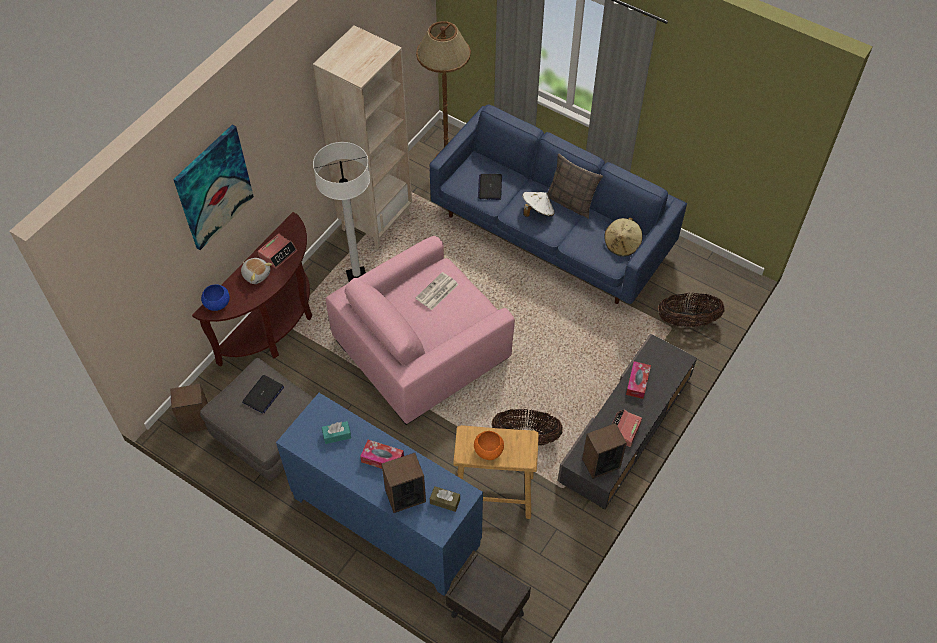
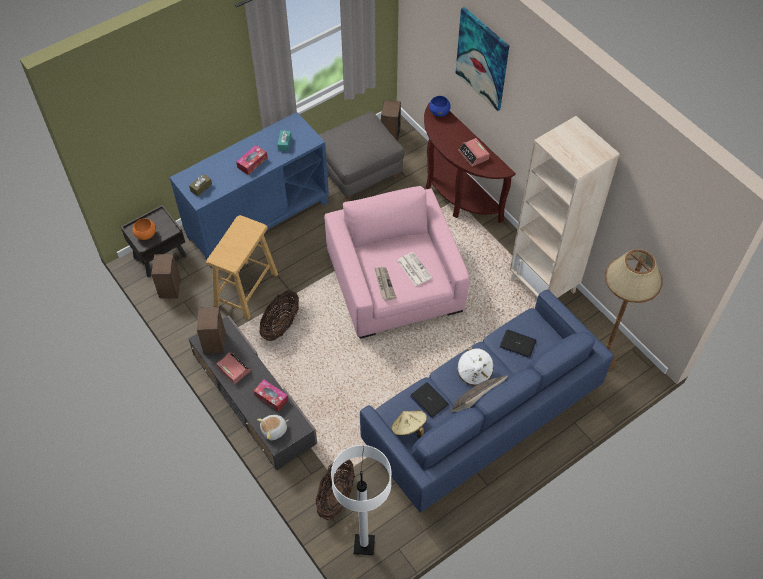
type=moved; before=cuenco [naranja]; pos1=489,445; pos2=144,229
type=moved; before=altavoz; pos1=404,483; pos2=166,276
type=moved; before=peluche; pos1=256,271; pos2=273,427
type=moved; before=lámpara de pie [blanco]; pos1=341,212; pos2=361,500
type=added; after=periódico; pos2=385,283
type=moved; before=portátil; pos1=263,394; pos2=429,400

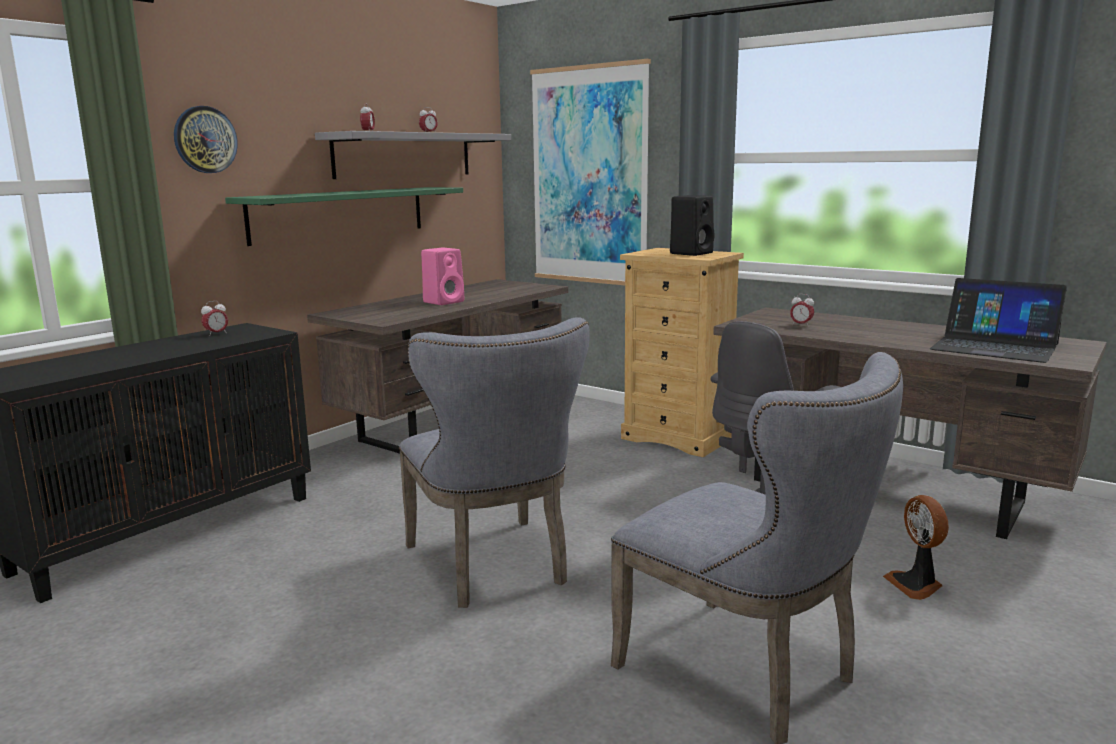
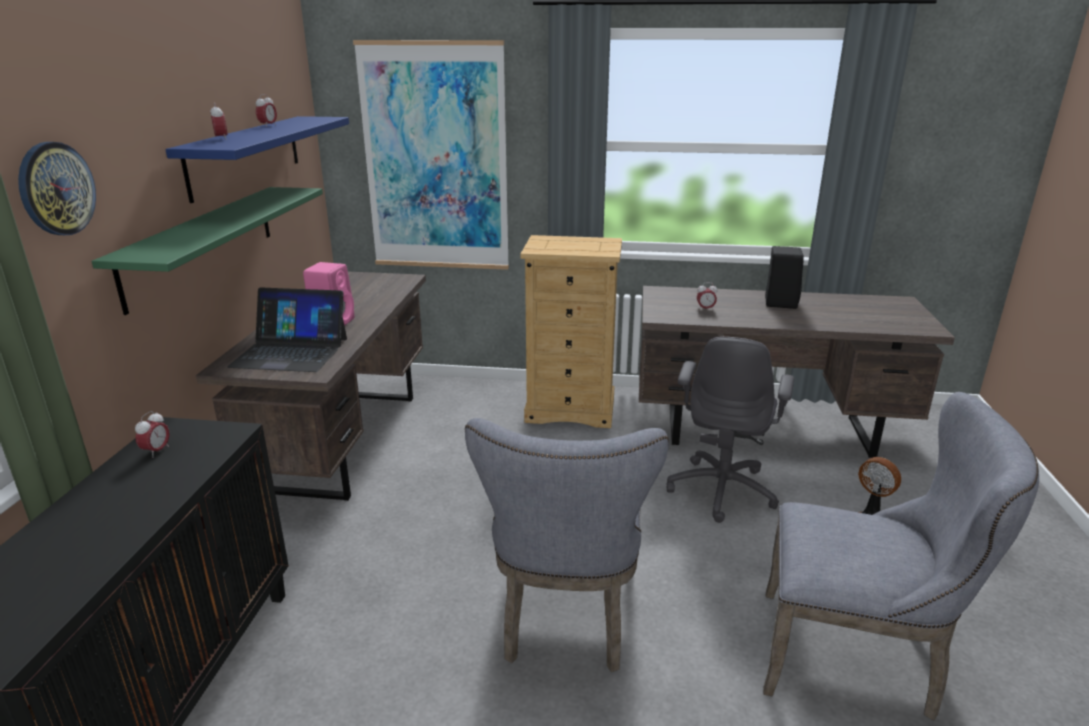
type=recoloured; before=estante [gris]; after=estante [azul]; pos1=413,155; pos2=257,159
type=moved; before=portátil; pos1=998,320; pos2=287,329
type=turned; before=silla [gris]; pos1=494,462; pos2=567,545; turn=60
type=moved; before=altavoz [negro]; pos1=692,225; pos2=784,277

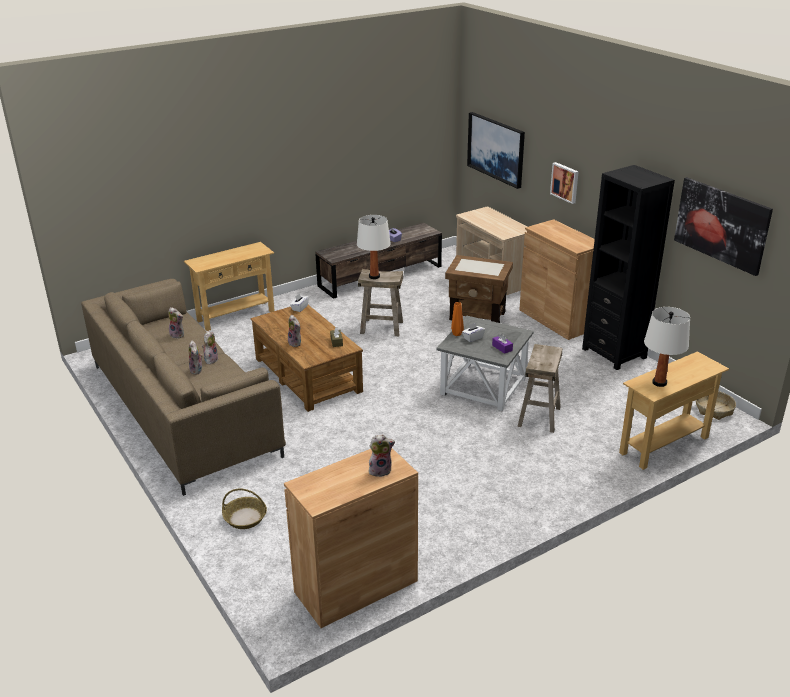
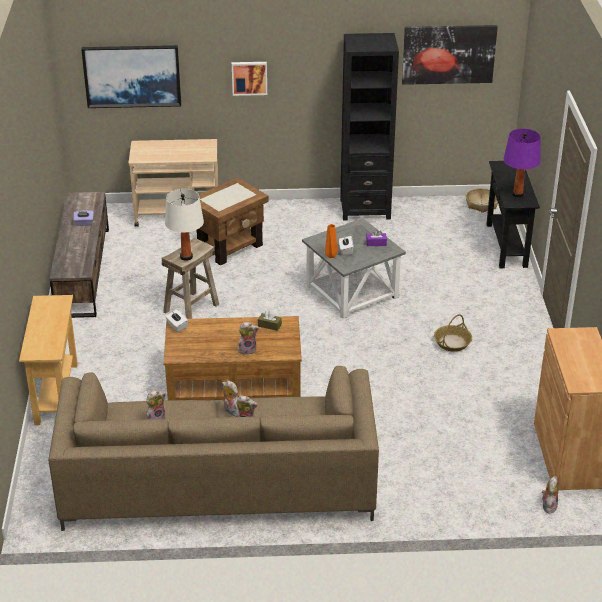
type=moved; before=cesta; pos1=244,508; pos2=453,333
type=recoloured; before=mesa consola [beis]; after=mesa consola [negro]; pos1=674,410; pos2=513,214
type=recoloured; before=lámpara de mesa [blanco]; after=lámpara de mesa [morado]; pos1=667,347; pos2=522,163
type=moved; before=peluche; pos1=382,456; pos2=550,495
type=removed; before=taburete [beis]; pos1=539,388
type=removed; before=armario [marrón]; pos1=557,279

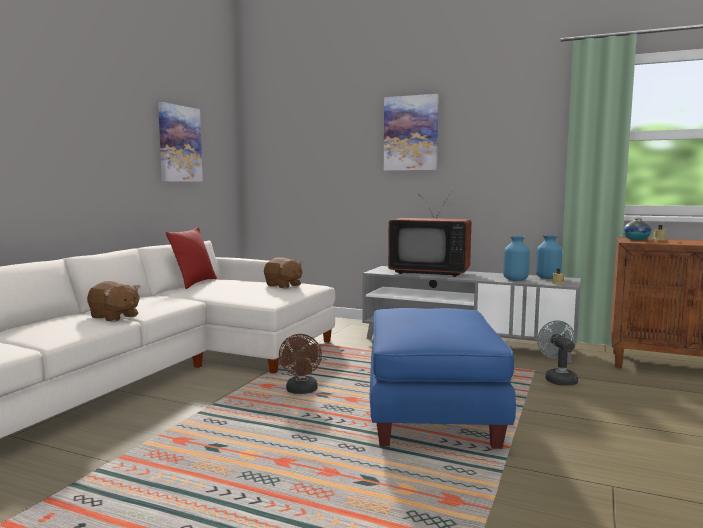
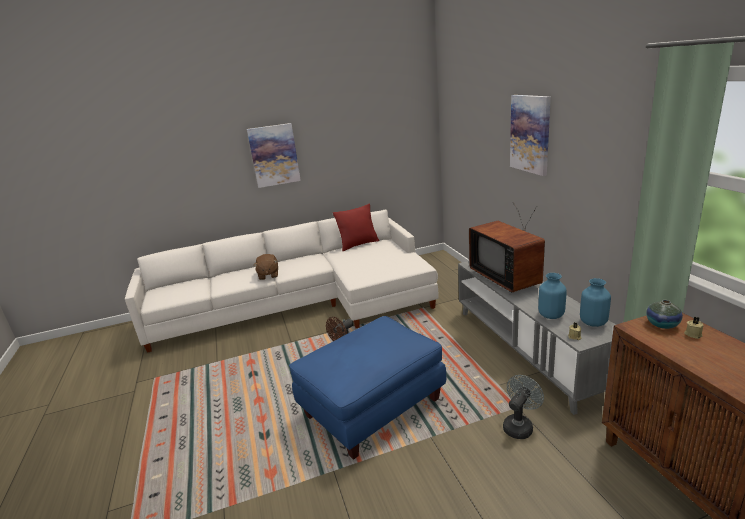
type=moved; before=cuadro; pos1=180,142; pos2=274,155
type=removed; before=peluche [marrón]; pos1=283,273

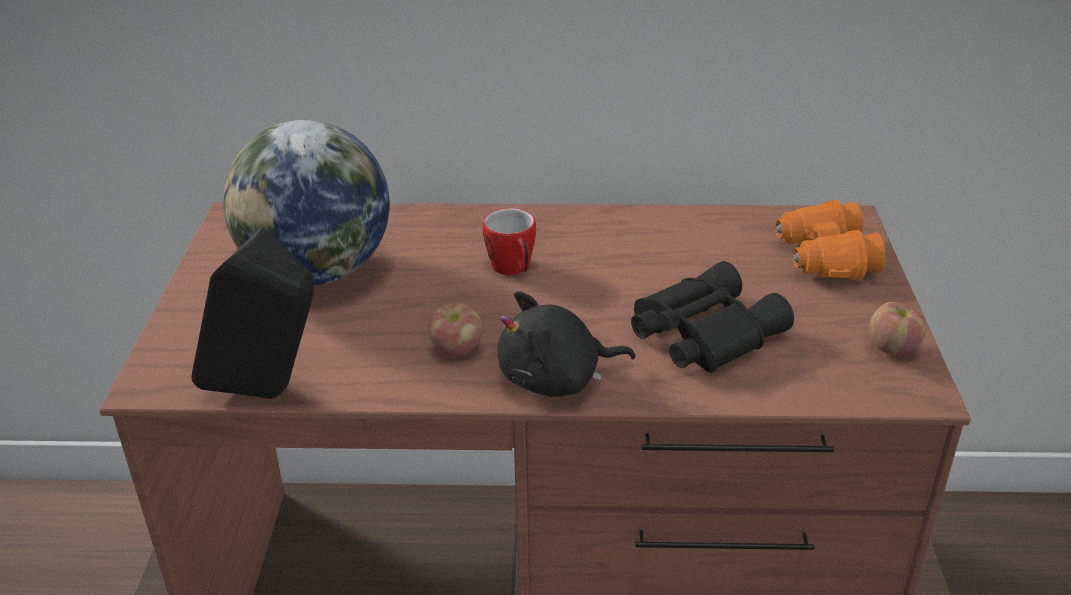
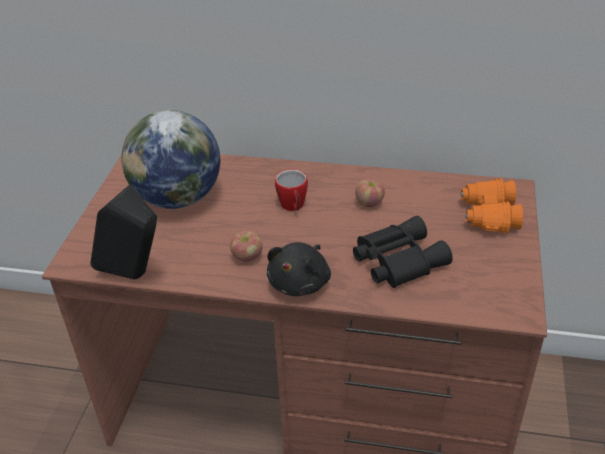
type=turned; before=peluche [negro]; pos1=566,344; pos2=299,269; turn=-60
type=moved; before=manzana; pos1=898,328; pos2=370,192

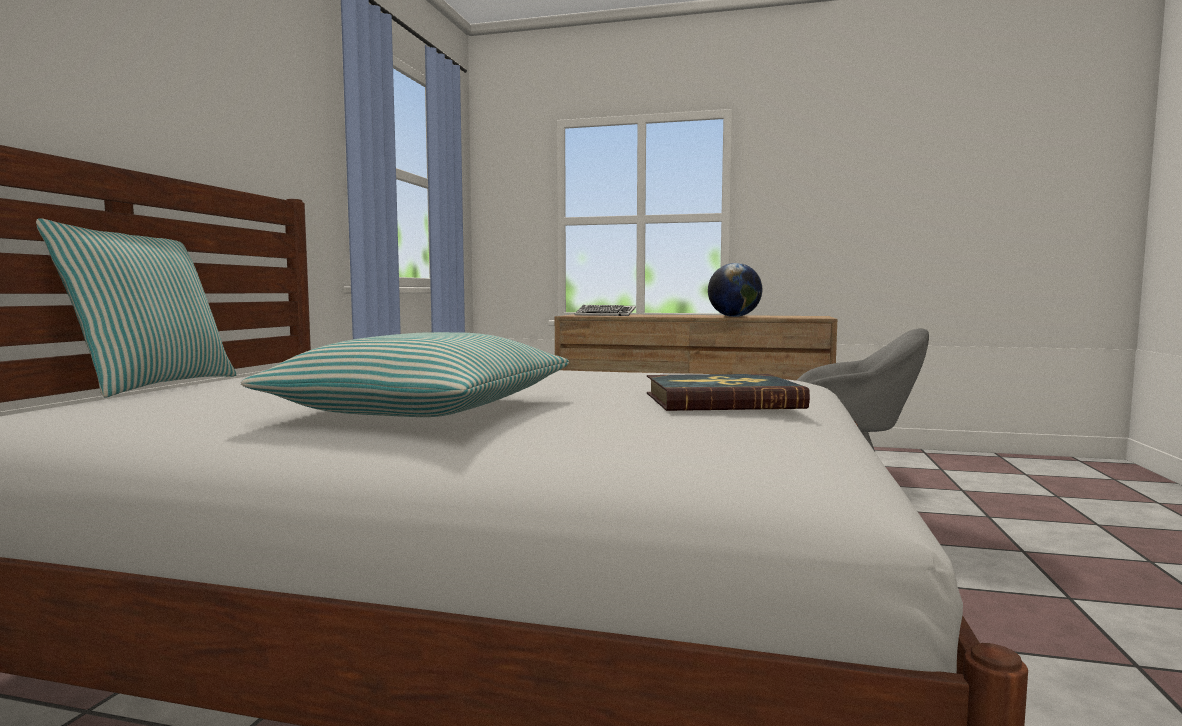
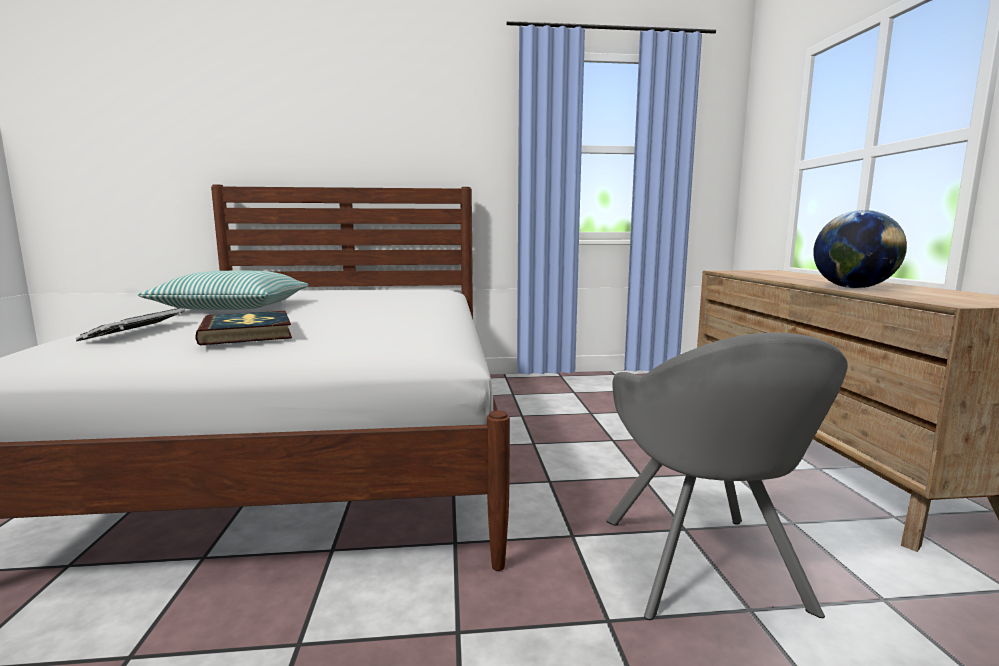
type=moved; before=teclado; pos1=605,310; pos2=130,325
type=removed; before=cojín; pos1=136,307

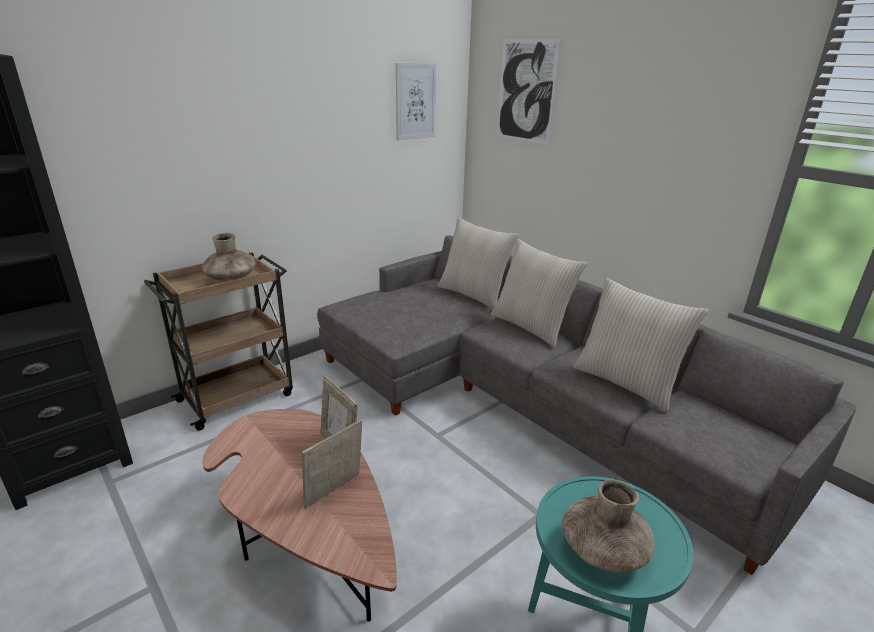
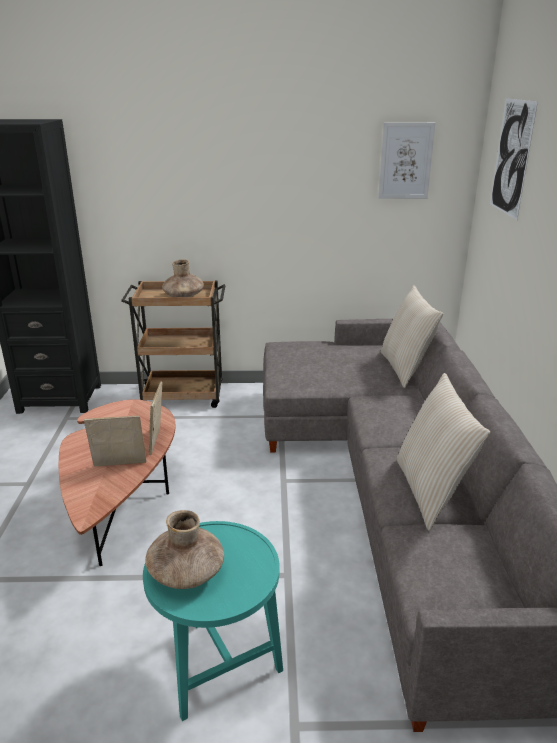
type=removed; before=cojín [beis]; pos1=539,293

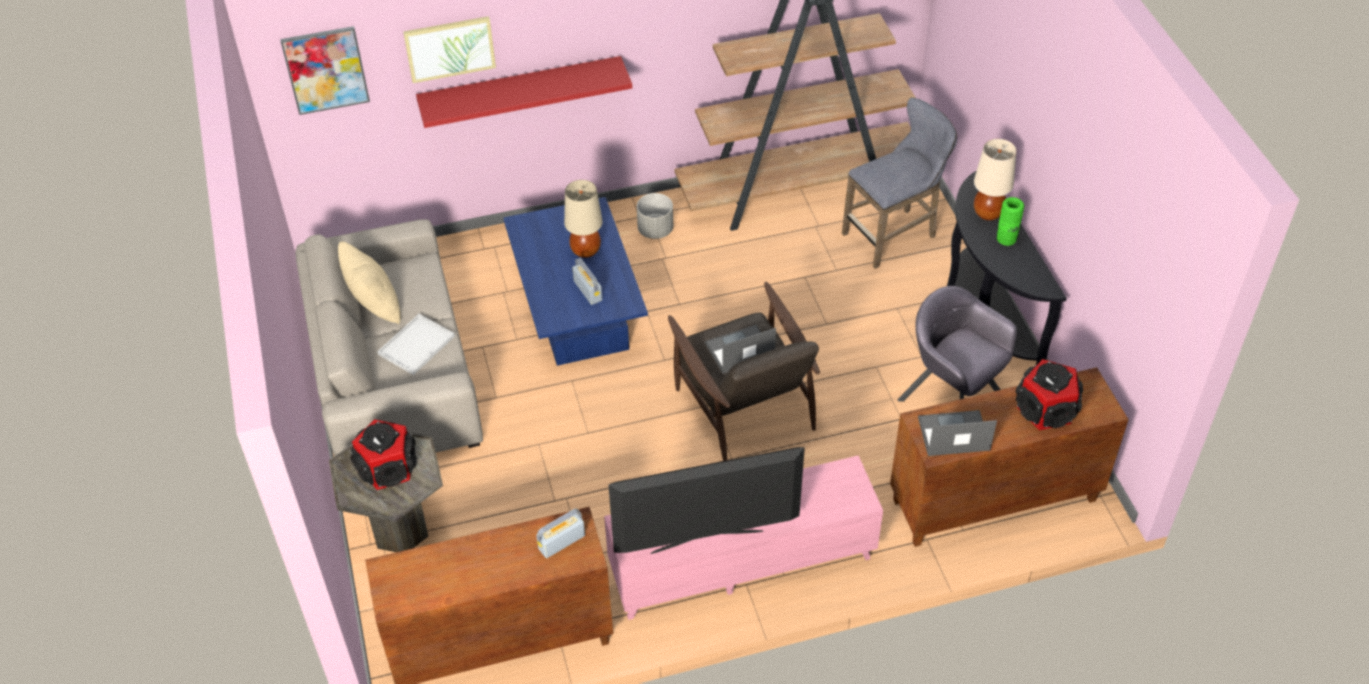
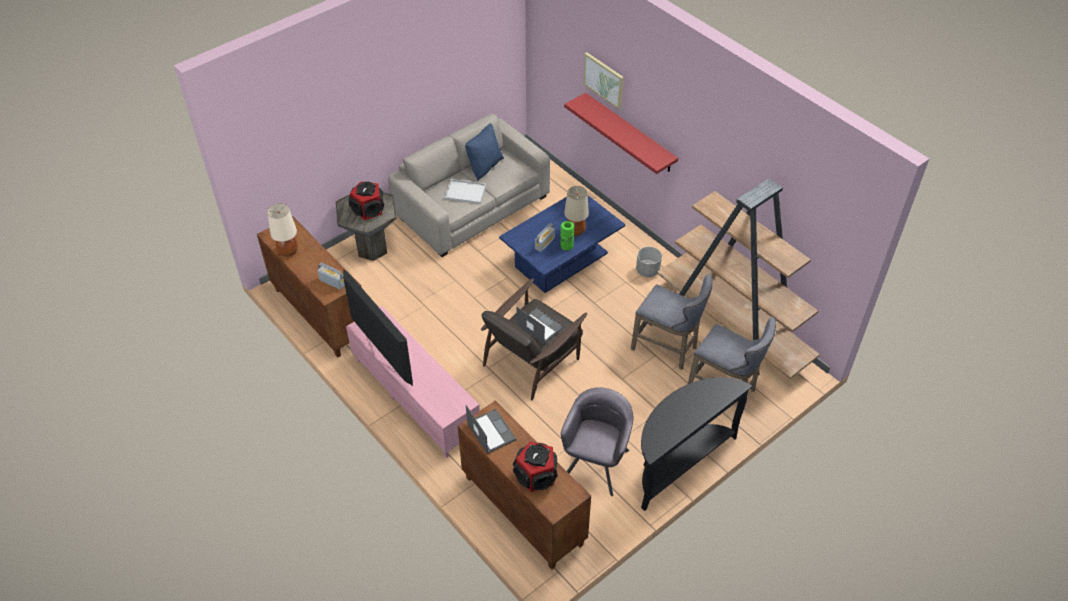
type=moved; before=lámpara de mesa [beis]; pos1=995,180; pos2=282,230
type=recoloured; before=cojín [beis]; after=cojín [azul]; pos1=369,283; pos2=484,151
type=moved; before=florero [verde]; pos1=1010,221; pos2=567,236
type=added; after=taburete [gris]; pos2=671,322
type=removed; before=cuadro; pos1=325,70

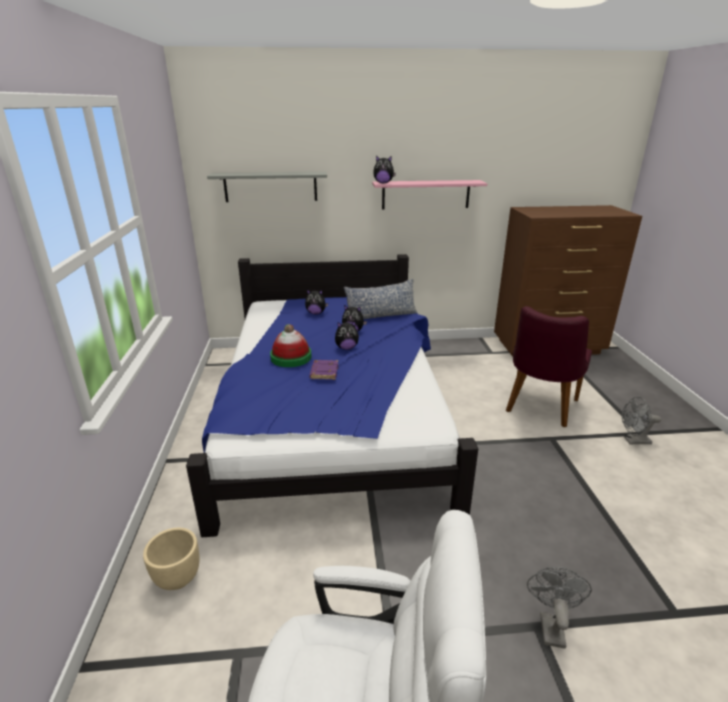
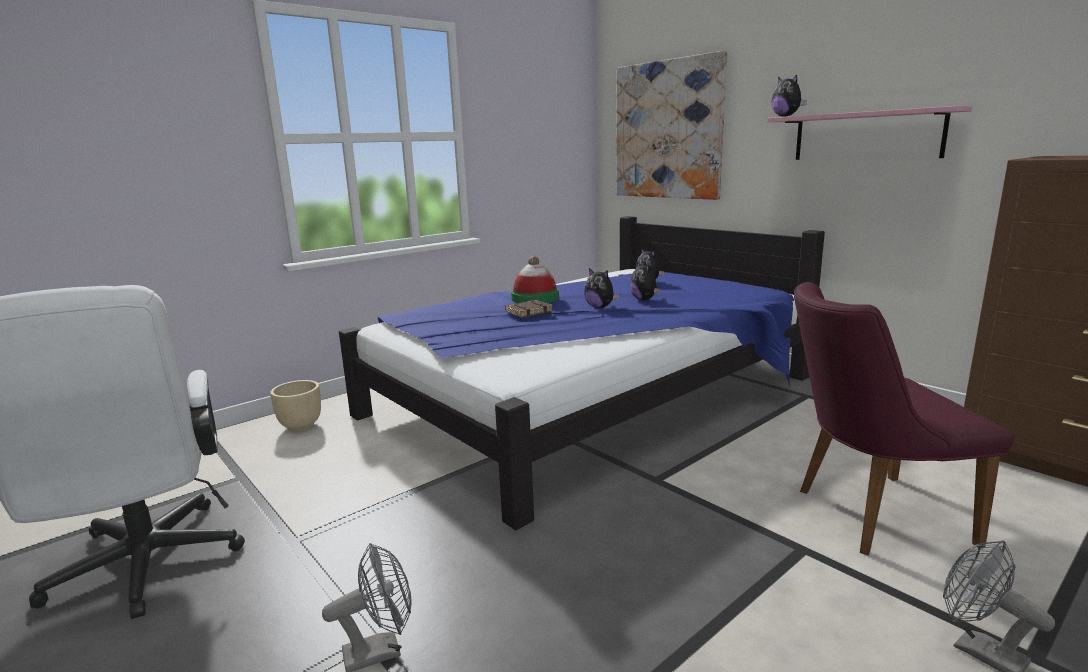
type=recoloured; before=libro [morado]; after=libro [marrón]; pos1=323,370; pos2=529,308
type=replaced; before=estante [gris]; after=cuadro; pos1=267,187; pos2=671,125
type=removed; before=cojín; pos1=380,299

